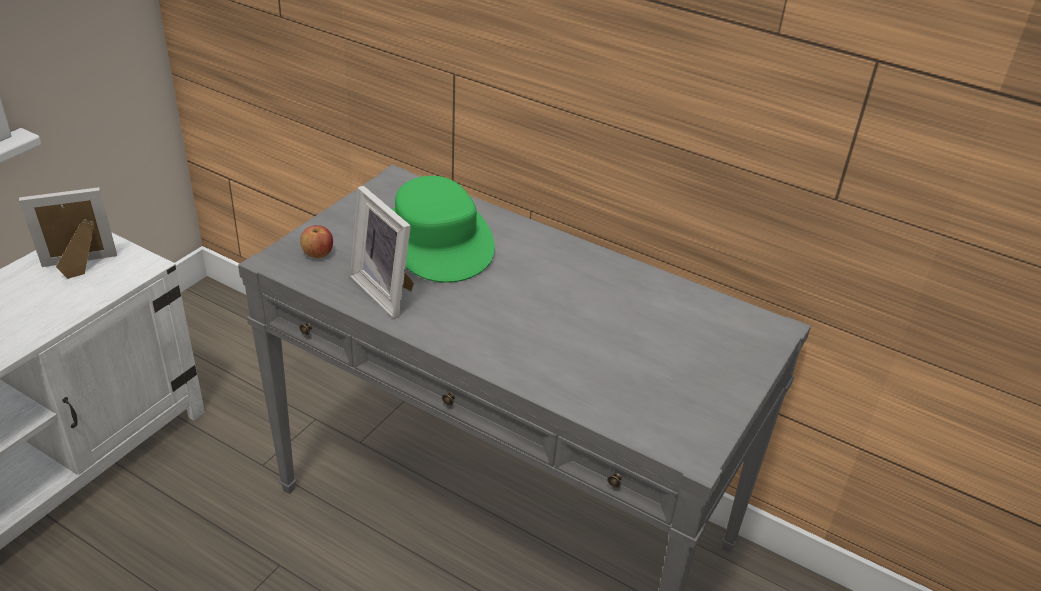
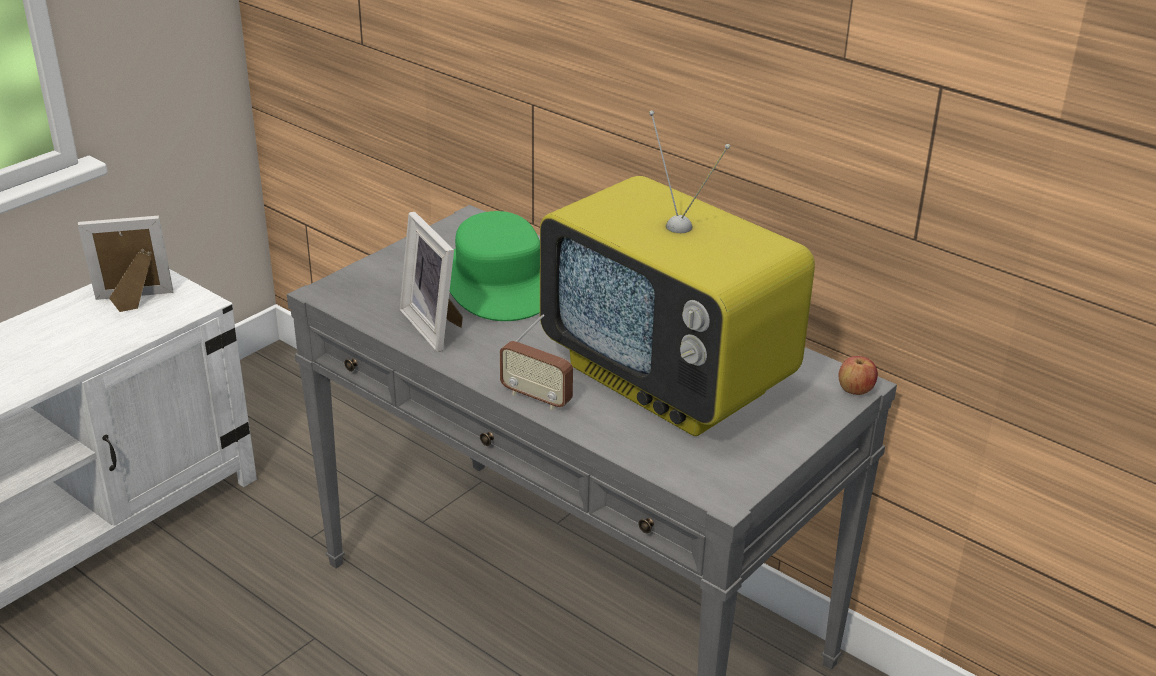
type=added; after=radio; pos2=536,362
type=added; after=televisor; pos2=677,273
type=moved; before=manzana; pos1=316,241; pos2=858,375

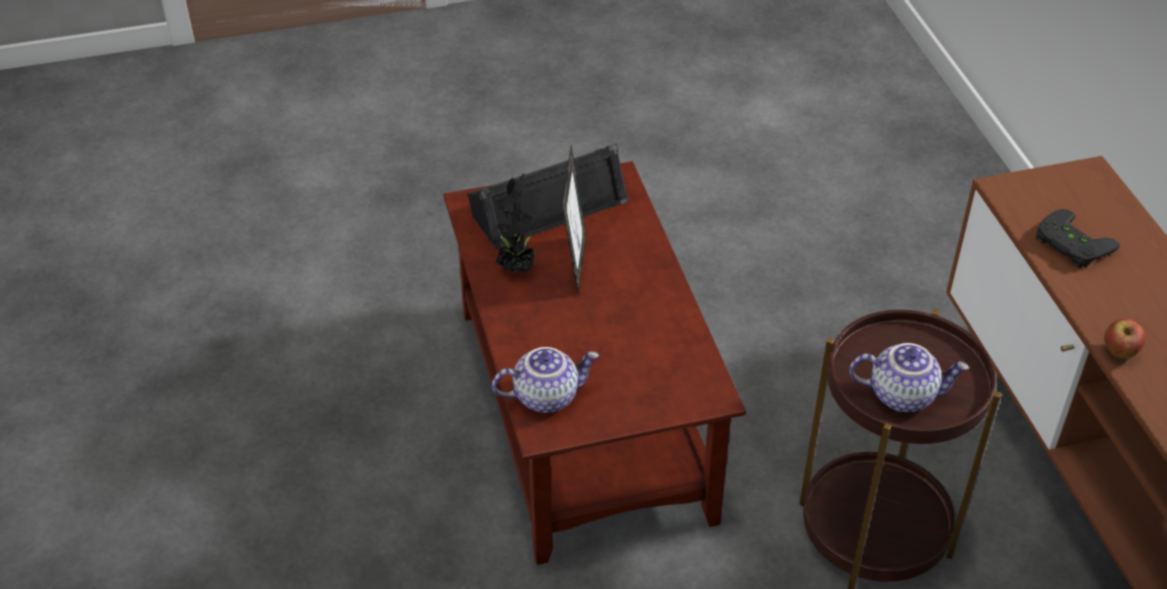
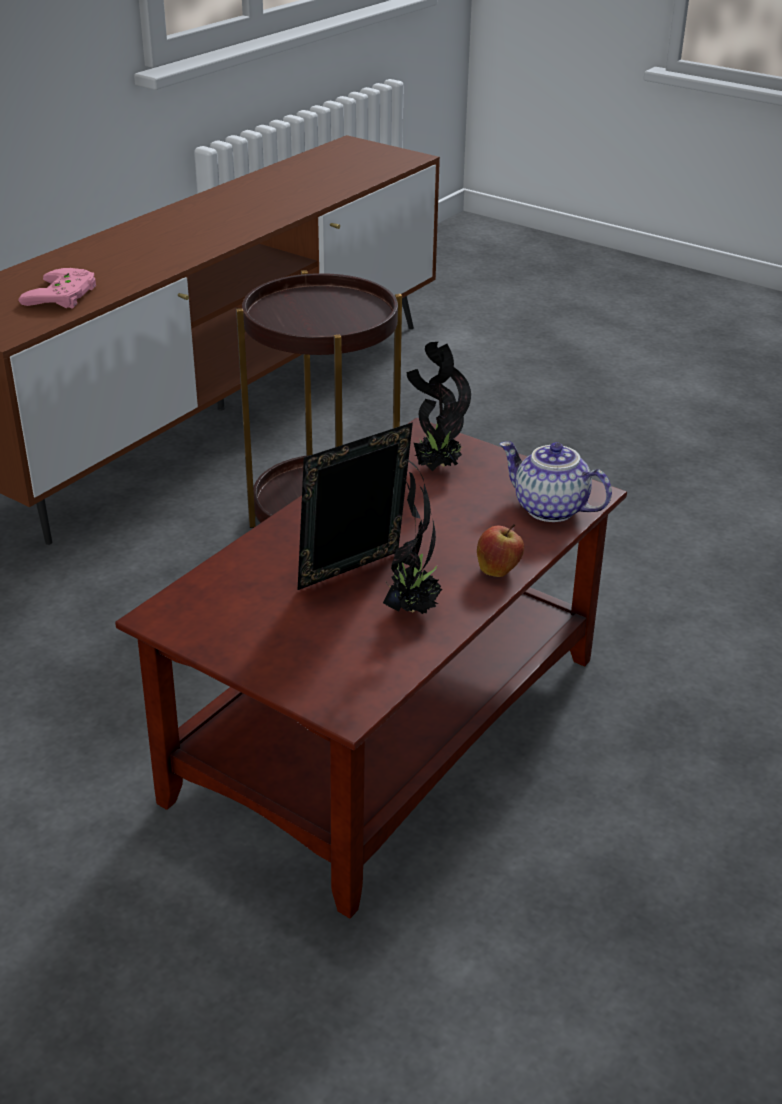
type=recoloured; before=mando de consola [negro]; after=mando de consola [rosa]; pos1=1078,239; pos2=57,288
type=added; after=planta en maceta; pos2=439,406
type=moved; before=manzana; pos1=1124,339; pos2=500,550
type=removed; before=altavoz [negro]; pos1=548,196
type=removed; before=tetera; pos1=909,377

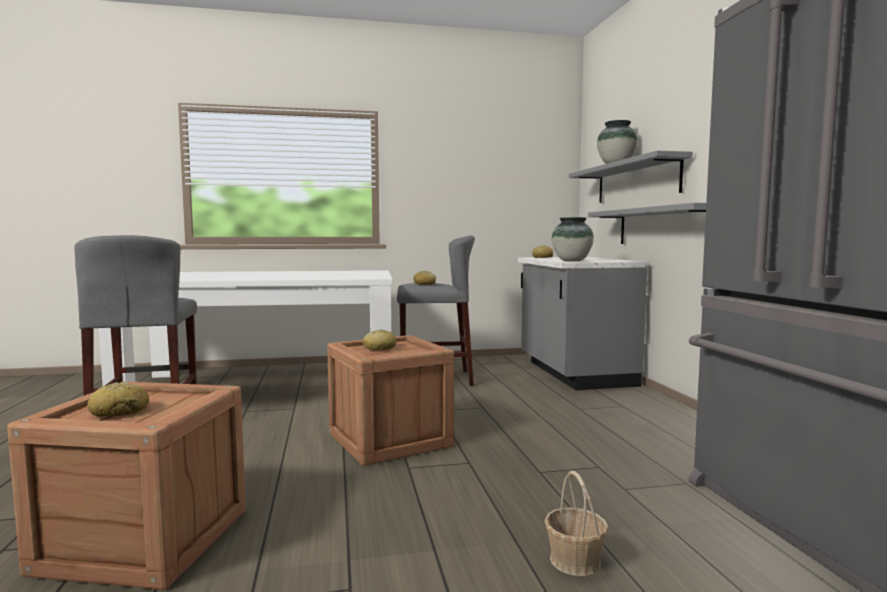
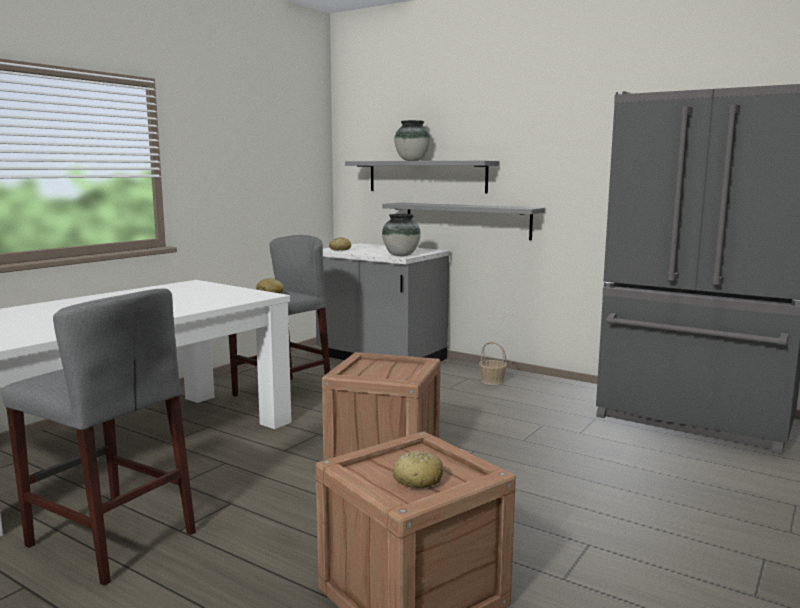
type=moved; before=cesta; pos1=577,523; pos2=493,363
type=removed; before=pan; pos1=379,340

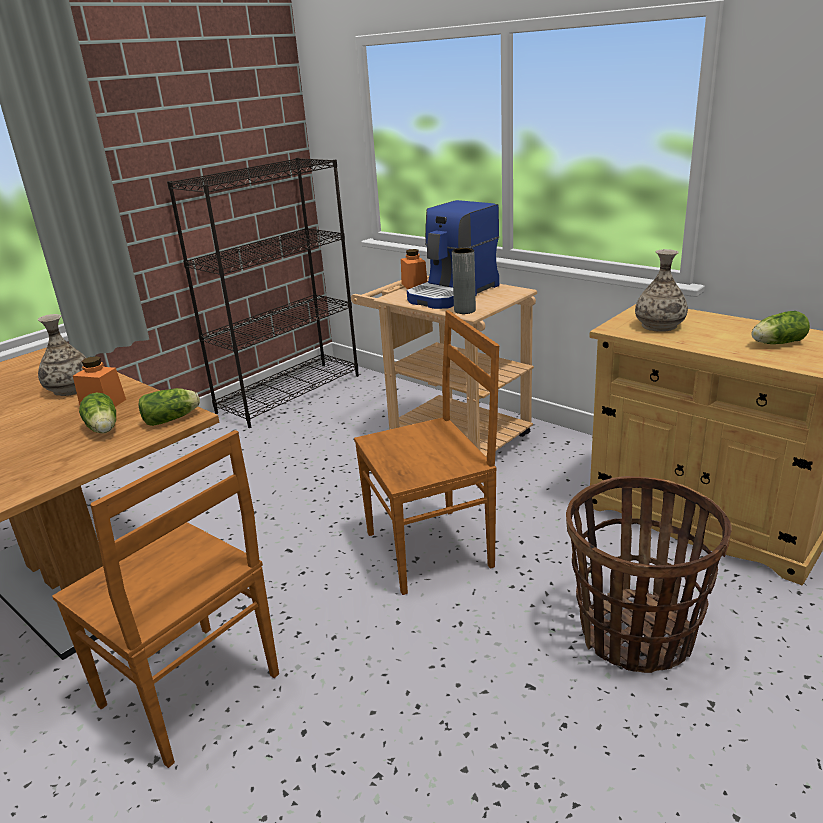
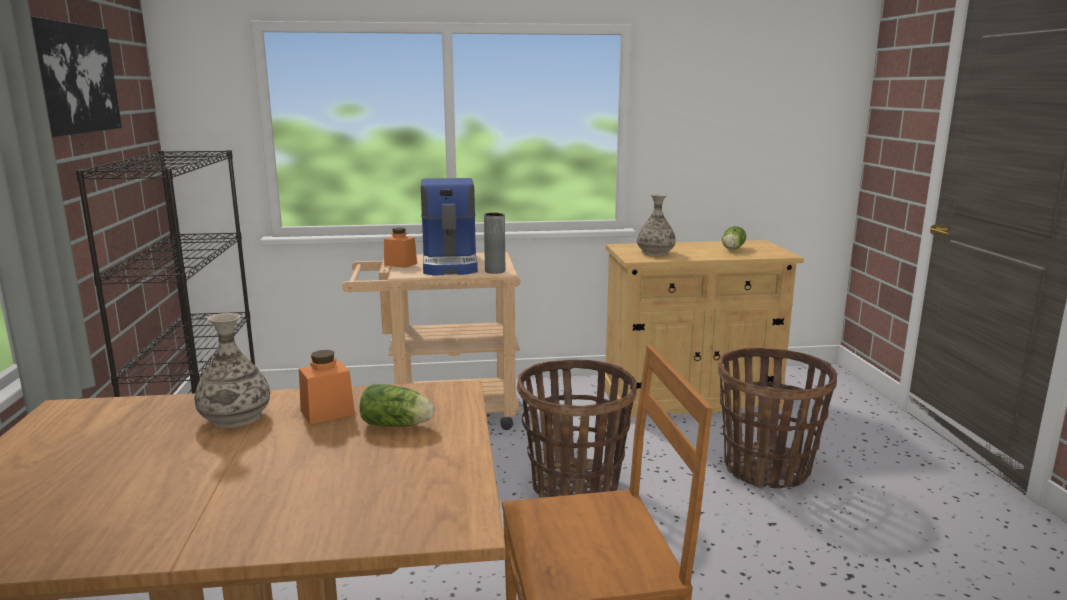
type=added; after=cuadro; pos2=76,76
type=replaced; before=silla [marrón]; after=cesta; pos1=426,452; pos2=577,429
type=removed; before=lechuga; pos1=169,407

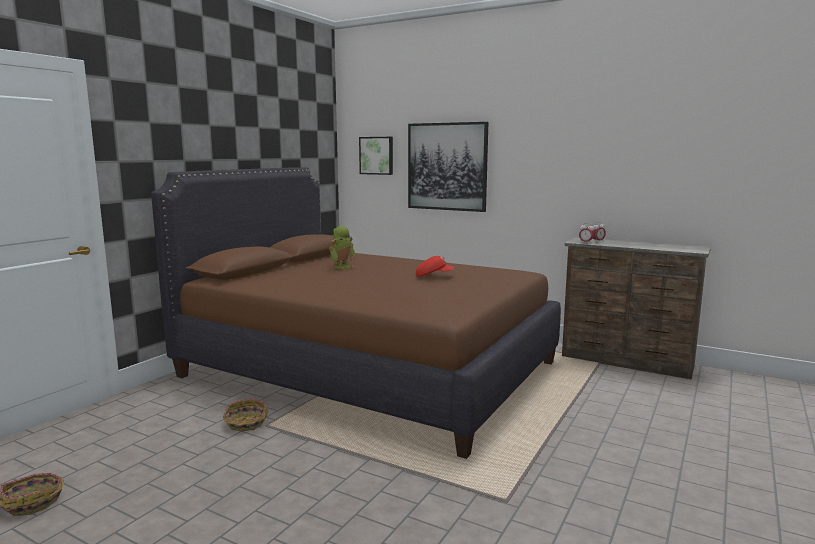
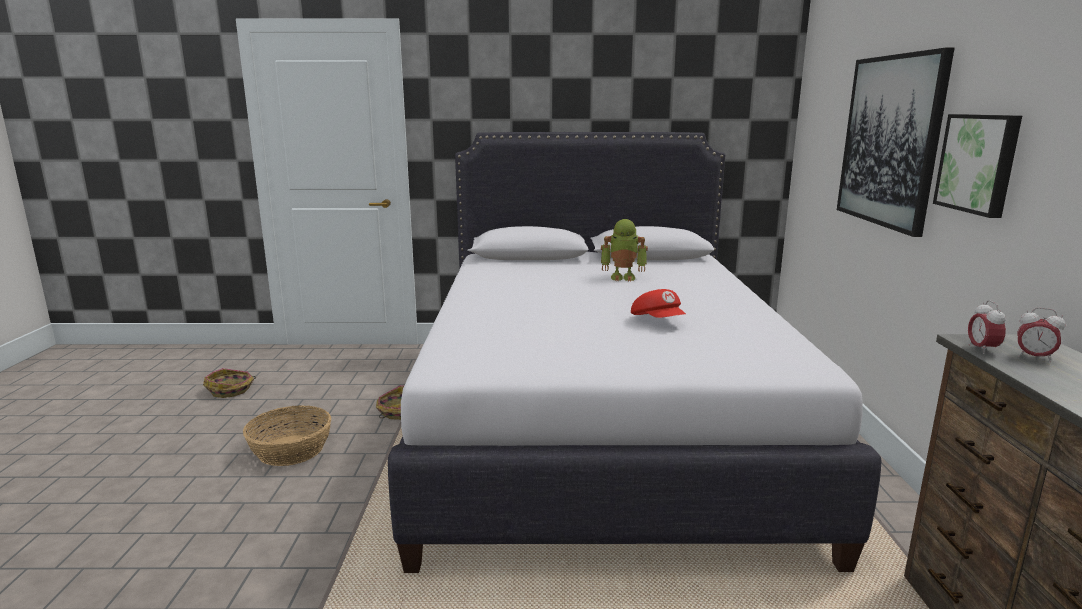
type=added; after=cesta; pos2=287,435
type=recoloured; before=cama [marrón]; after=cama [blanco]; pos1=356,313; pos2=635,352
type=moved; before=cuadro; pos1=376,156; pos2=977,166

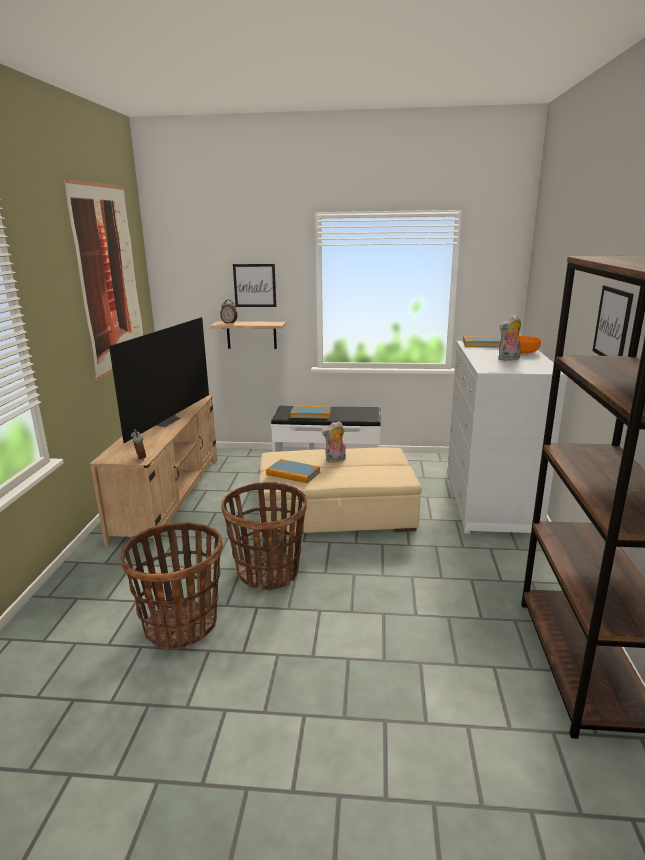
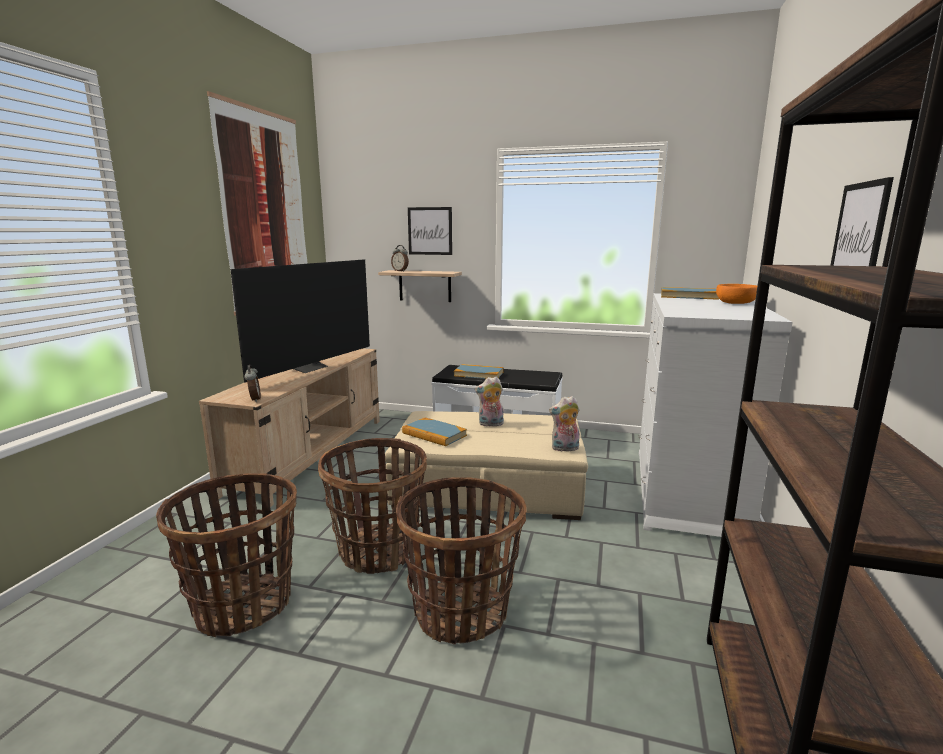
type=added; after=cesta; pos2=461,561
type=moved; before=peluche; pos1=509,337; pos2=564,424

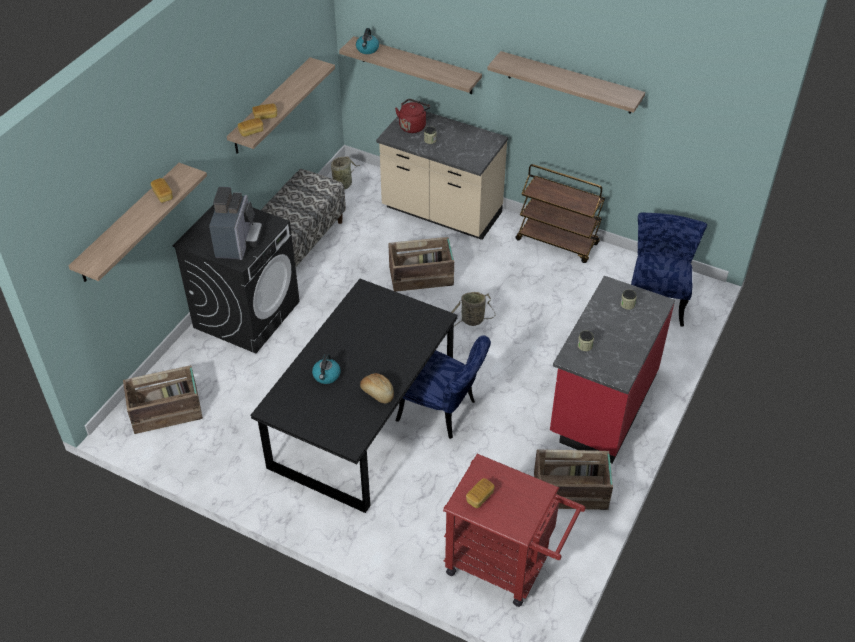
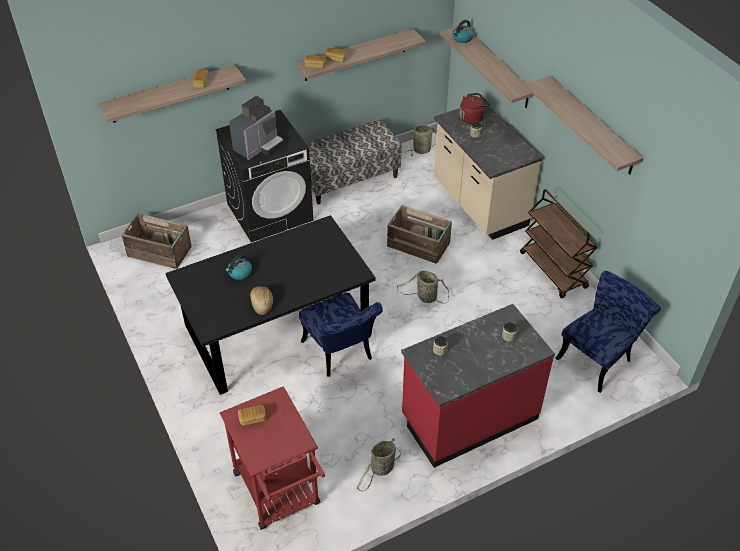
type=replaced; before=caja de embalaje; after=cesta; pos1=573,479; pos2=379,464

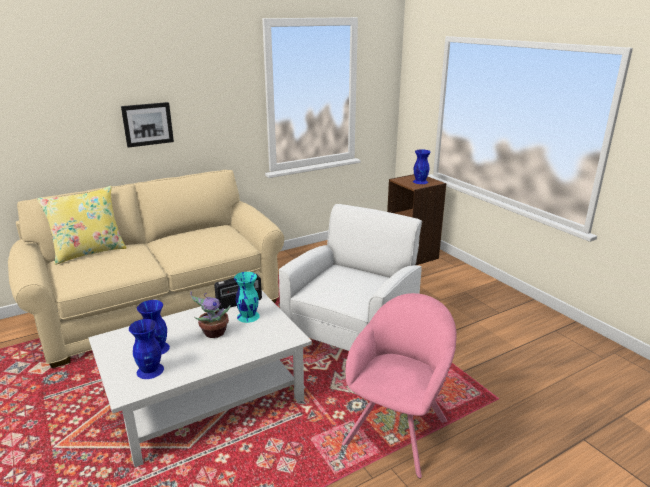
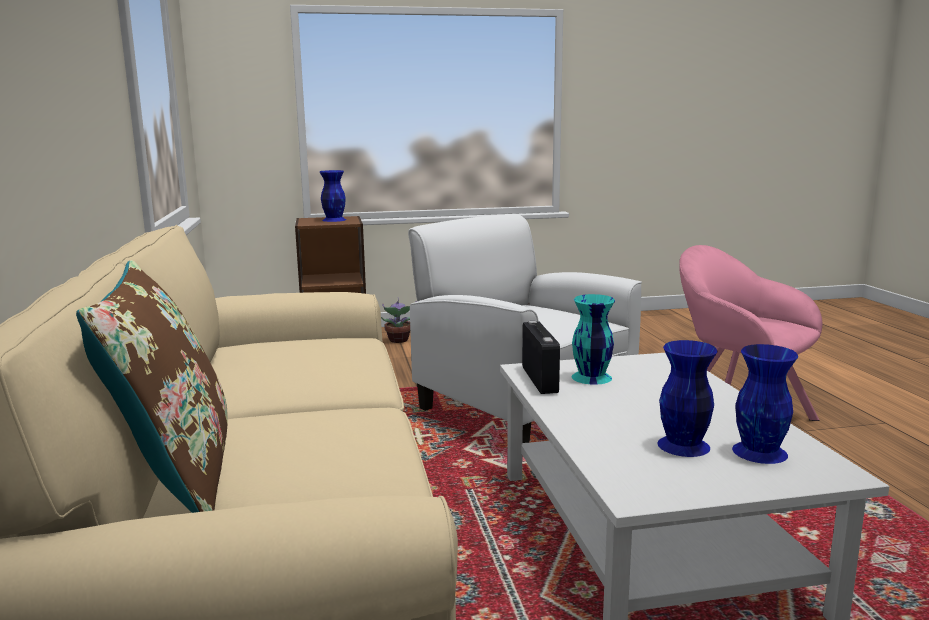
type=recoloured; before=cojín [amarillo]; after=cojín [marrón]; pos1=82,225; pos2=152,386
type=moved; before=planta en maceta; pos1=210,315; pos2=399,320
type=removed; before=cuadro; pos1=147,125

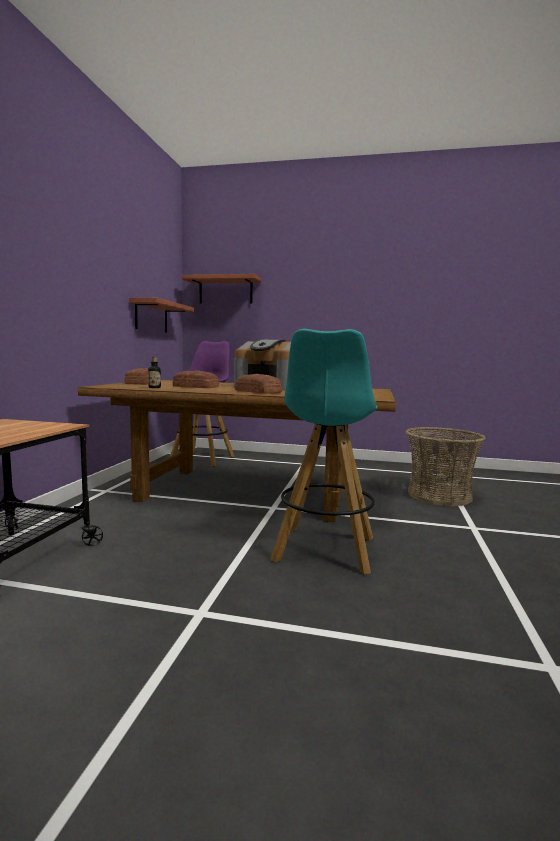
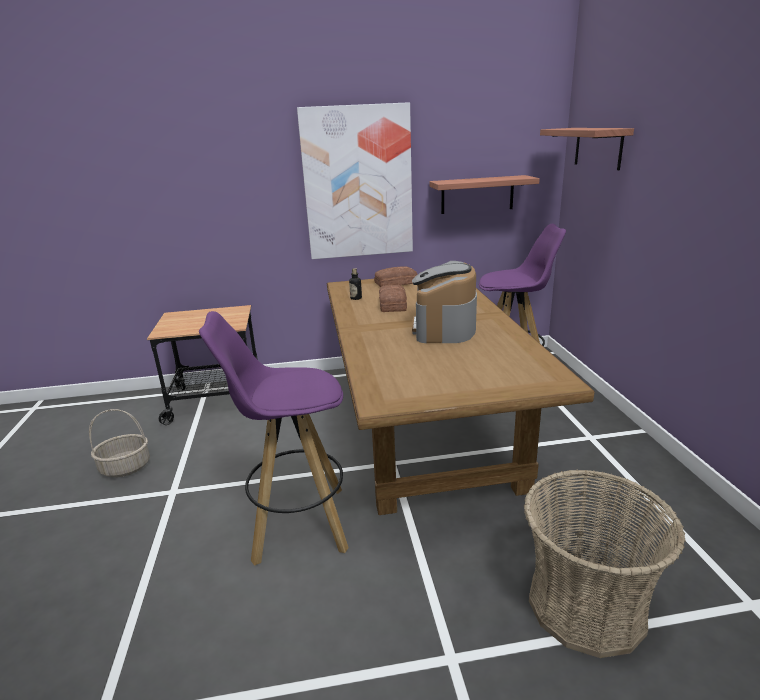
type=added; after=cesta; pos2=119,443
type=recoloured; before=taburete [turquesa]; after=taburete [morado]; pos1=323,451; pos2=274,438
type=added; after=cuadro; pos2=355,180
type=removed; before=pan; pos1=258,384

